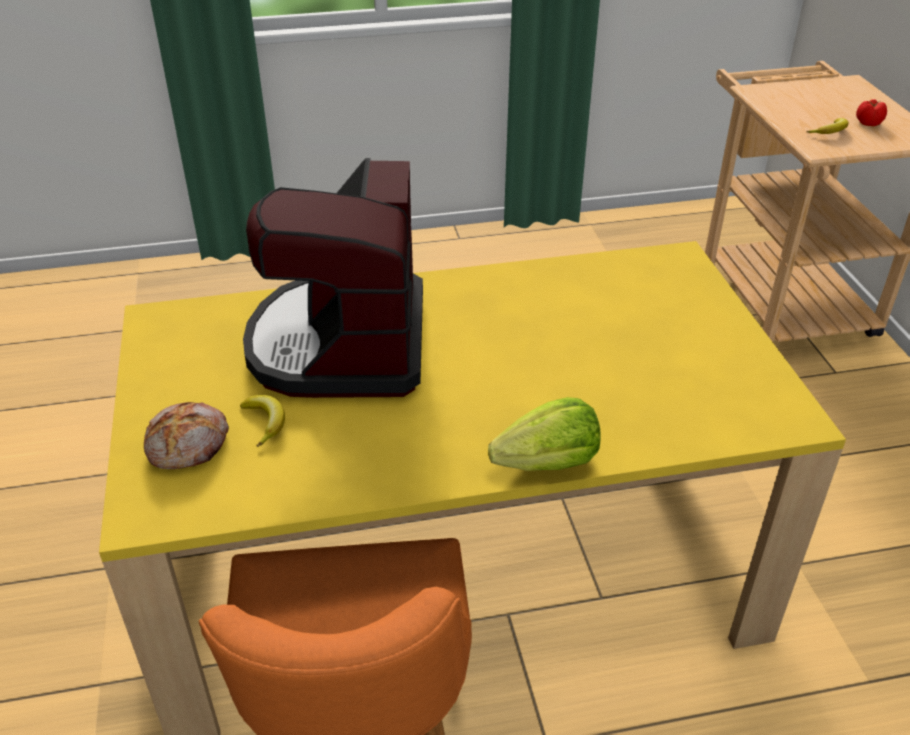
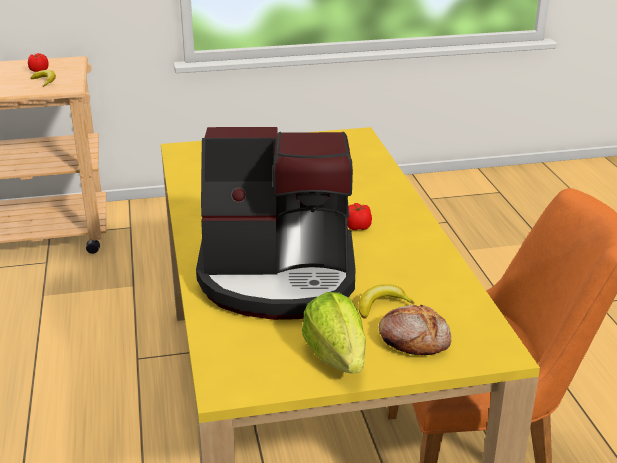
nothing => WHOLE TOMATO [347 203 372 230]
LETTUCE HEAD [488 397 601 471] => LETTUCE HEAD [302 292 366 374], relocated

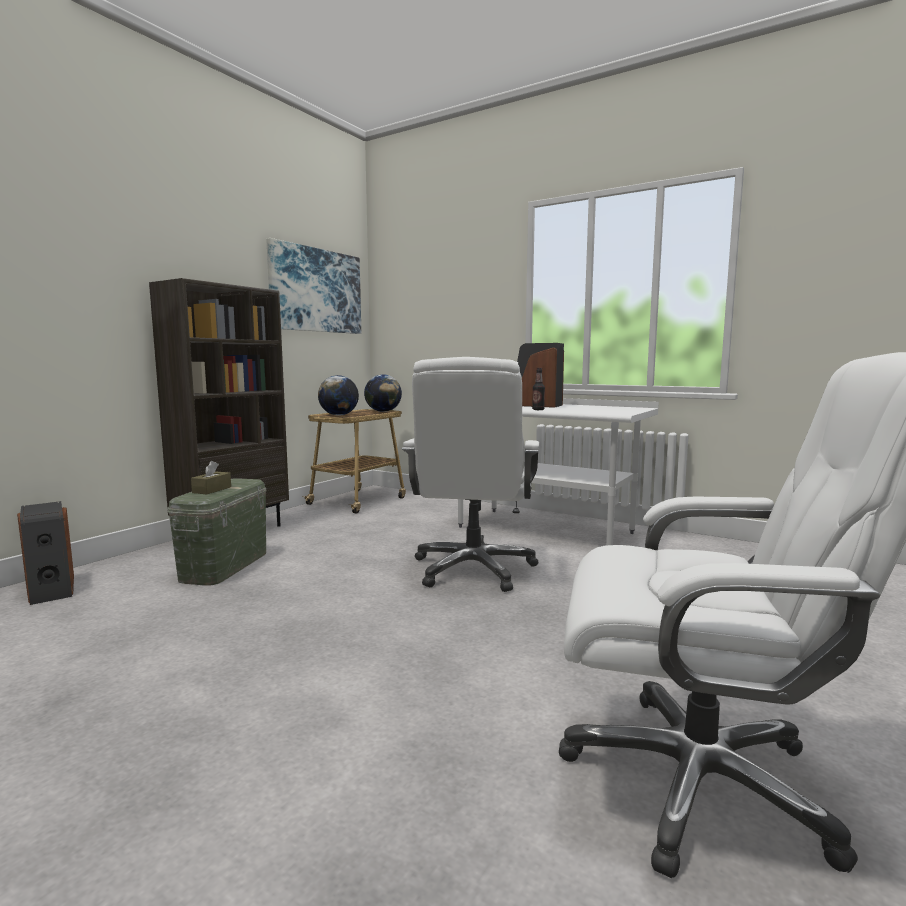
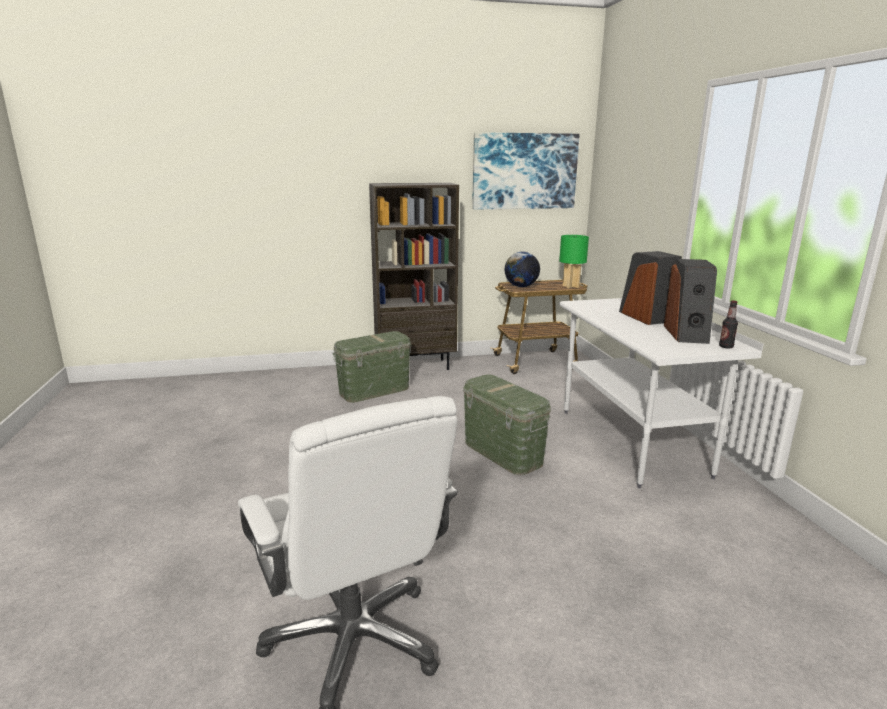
BROWNISH TISSUE BOX [191 461 231 494] => nothing
AUDIO SPEAKER [17 501 74 605] => AUDIO SPEAKER [664 259 717 344], relocated
BOTTLE [532 368 545 410] => BOTTLE [719 300 738 348], relocated
WORLD GLOBE [364 374 402 412] => GREENISH TABLETOP LAMP [559 235 589 288]
WHITE COMPUTER CHAIR [402 357 539 592] => GREENISH STORAGE CONTAINER [463 374 551 475]

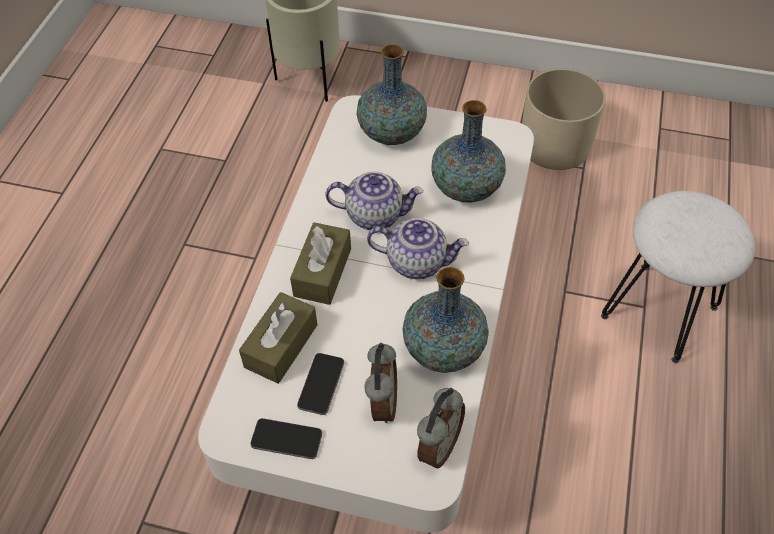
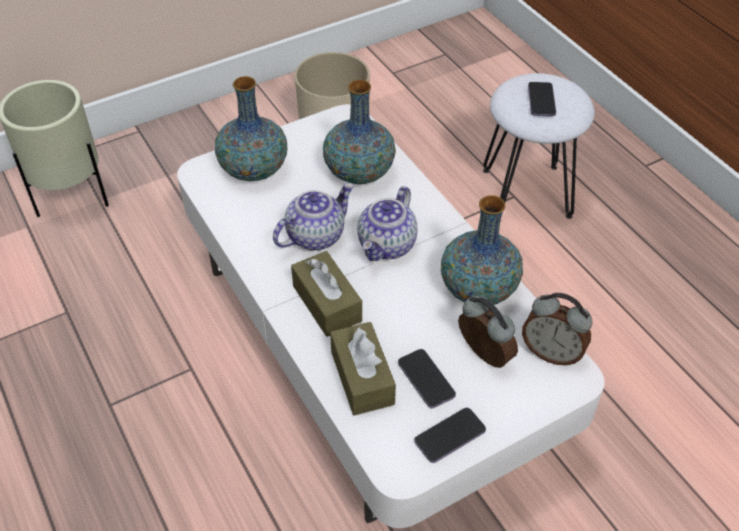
nothing => HANDSET [528 82 556 116]
TEAPOT [367 218 469 279] => TEAPOT [357 186 418 261], 150 degrees clockwise
TABLE CLOCK [417 388 465 468] => TABLE CLOCK [522 293 592 365], 135 degrees clockwise

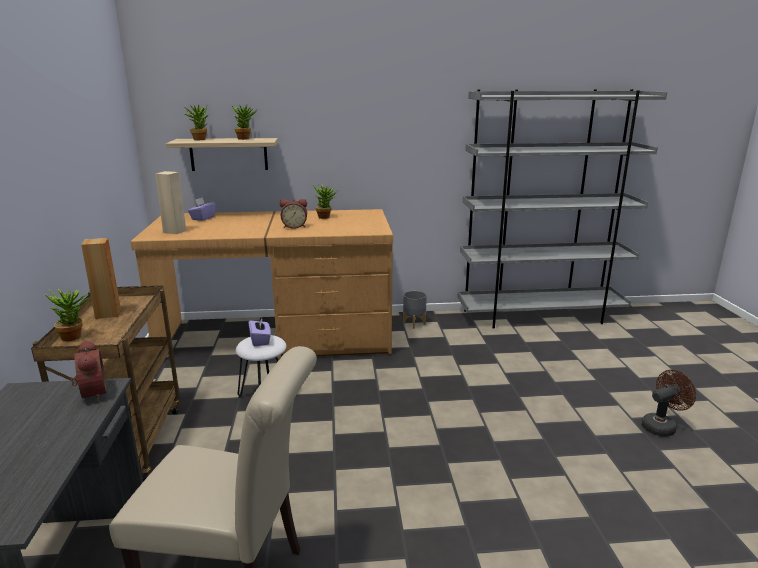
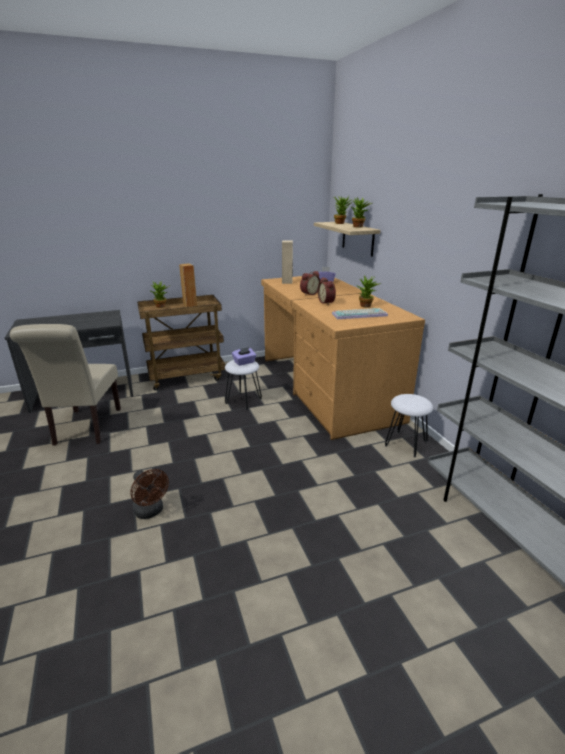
nothing => COMPUTER KEYBOARD [332 308 388 319]
TABLE CLOCK [71 340 107 401] => TABLE CLOCK [300 271 320 296], relocated
BROWNISH COOLING FAN [641 370 696 437] => BROWNISH COOLING FAN [130 469 169 519], relocated
GREYISH PLANT POT [403 291 427 329] => WHITE SITTING STOOL [385 394 433 457]

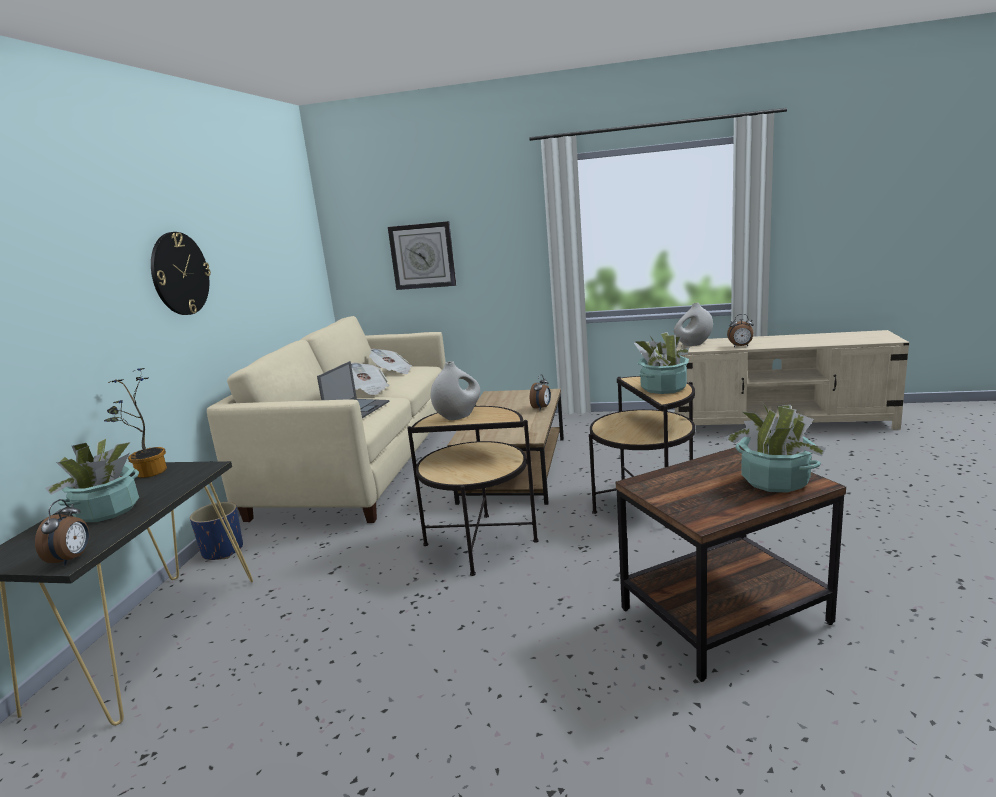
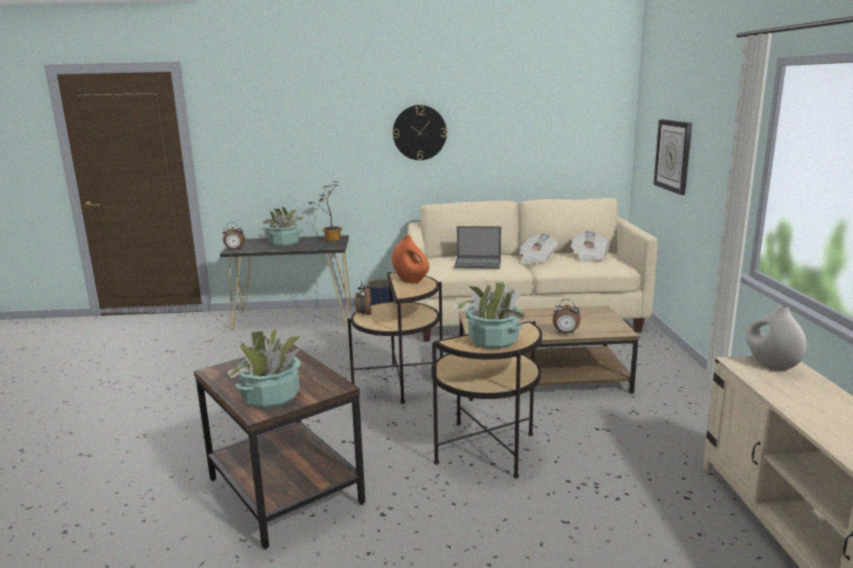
TABLE CLOCK [727 314 754 347] => TABLE CLOCK [356 280 371 316], relocated
WHITE VASE [431 362 480 420] => ORANGE VASE [392 235 429 283]

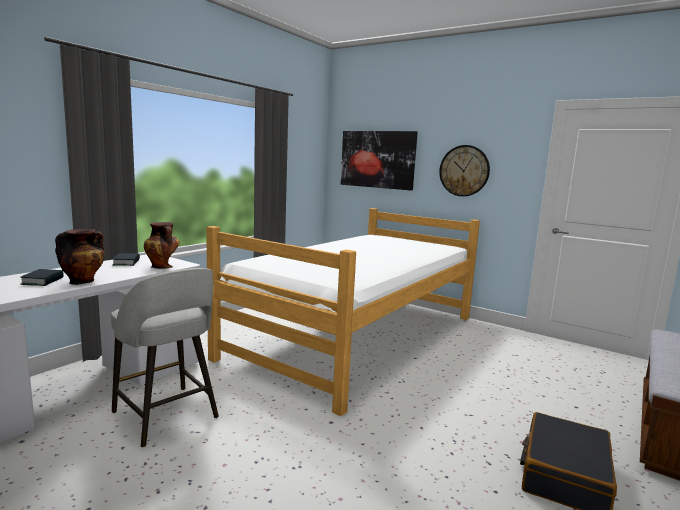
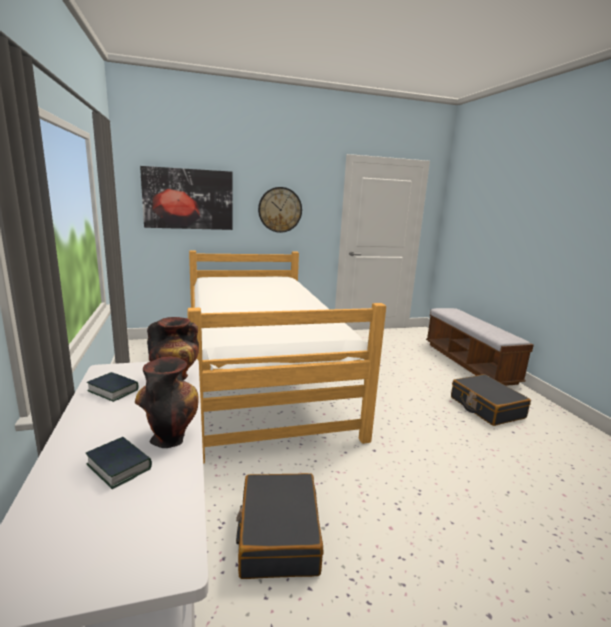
GREYISH SITTING STOOL [111 268 219 448] => BLACK-COLOURED TRAVEL CASE [236 473 323 579]

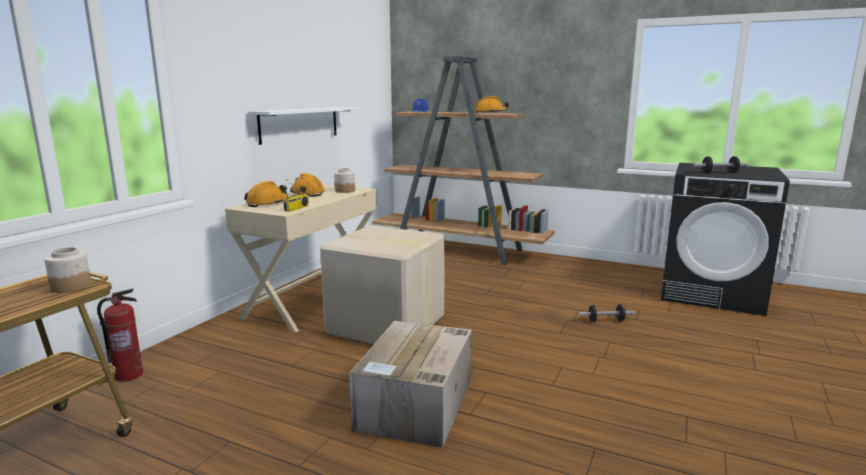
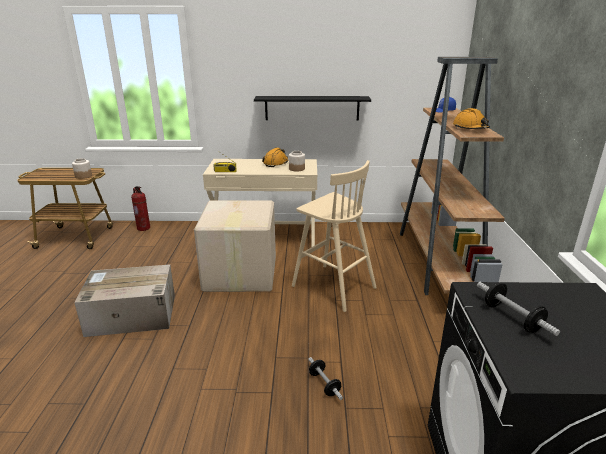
ORANGE SAFETY HELMET [245 181 289 207] => nothing
nothing => BEIGE-COLOURED SITTING STOOL [292 160 377 312]
WHITE WALL SHELF [248 107 360 145] => BLACK-COLOURED WALL SHELF [254 96 371 120]

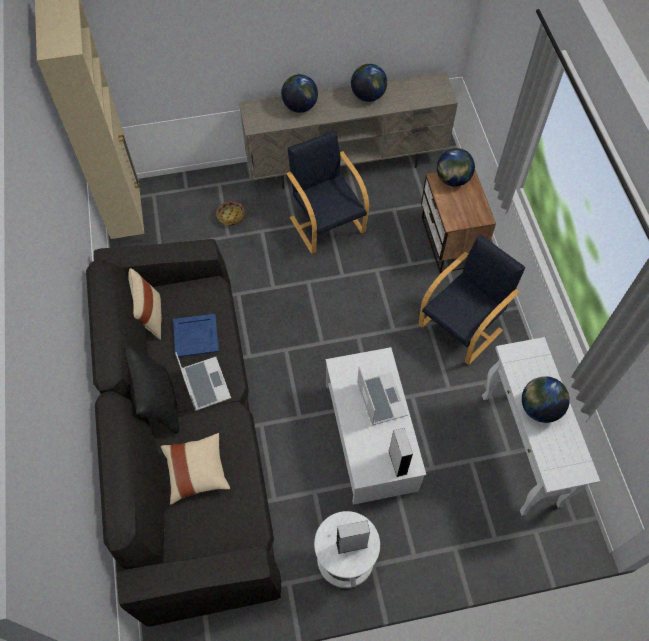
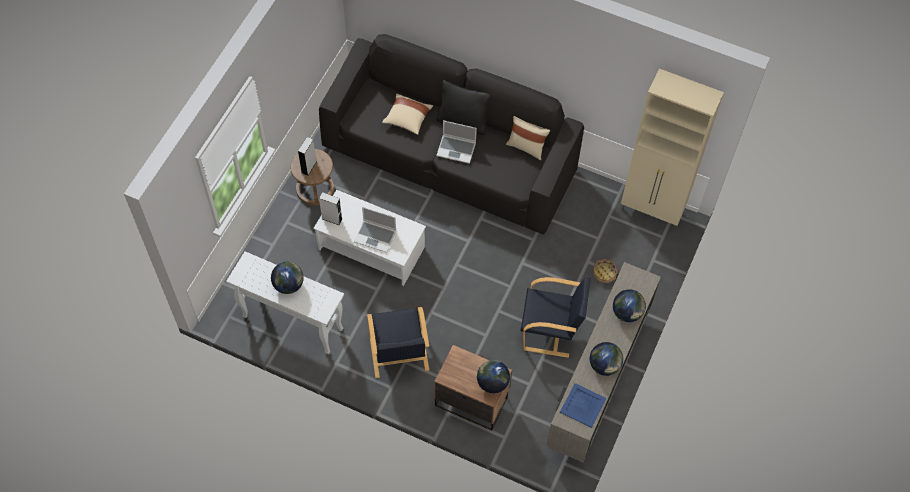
BLUISH CARRYING TRAY [173 314 219 357] => BLUISH CARRYING TRAY [560 383 607 428], relocated
WHITE SITTING STOOL [314 511 380 588] => BROWNISH SITTING STOOL [290 149 334 205]

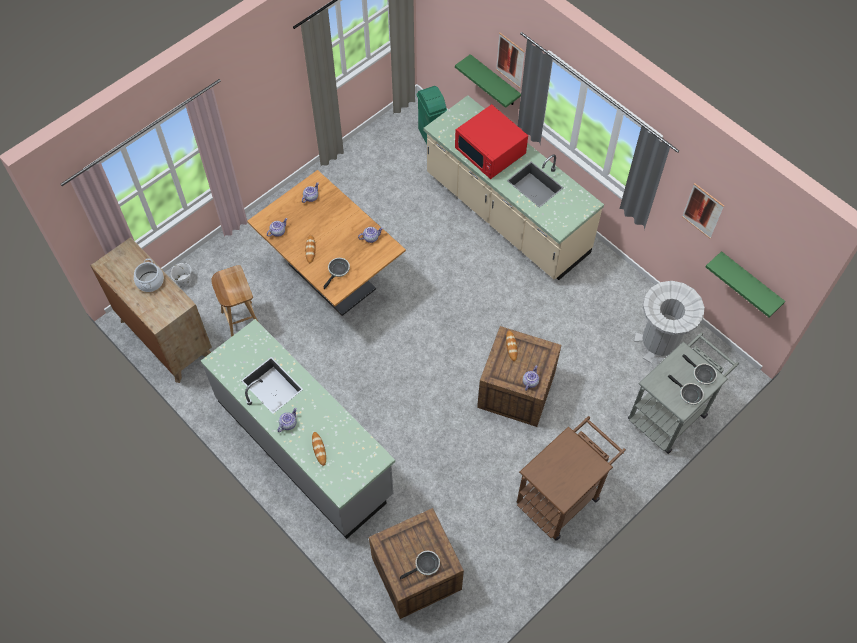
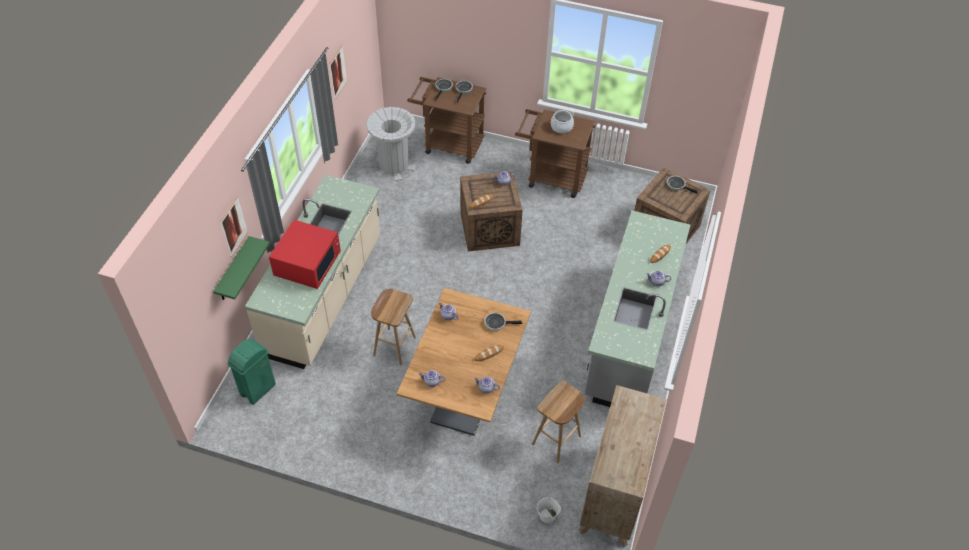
GREENISH WALL SHELF [706 251 785 318] => nothing
nothing => BROWNISH SITTING STOOL [371 289 416 365]
SAUCEPOT [134 258 164 292] => SAUCEPOT [551 110 574 134], relocated
GREYISH CART [628 332 739 454] => BROWNISH CART [407 77 486 164]

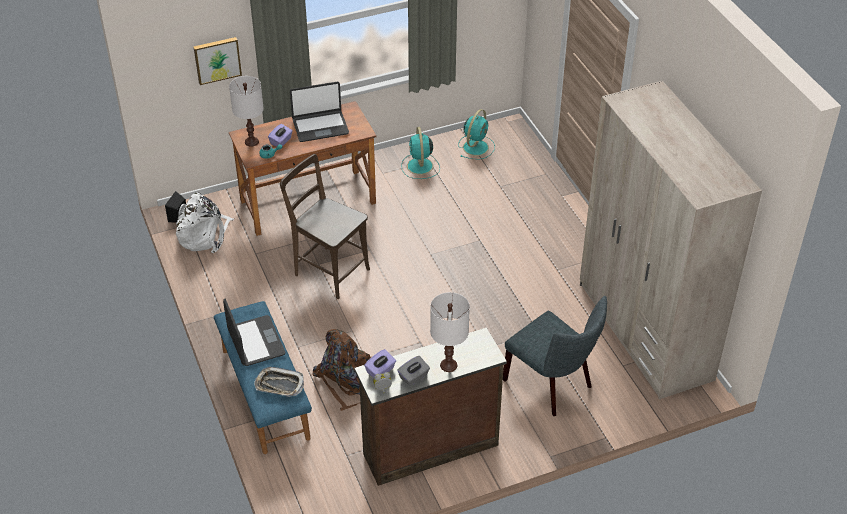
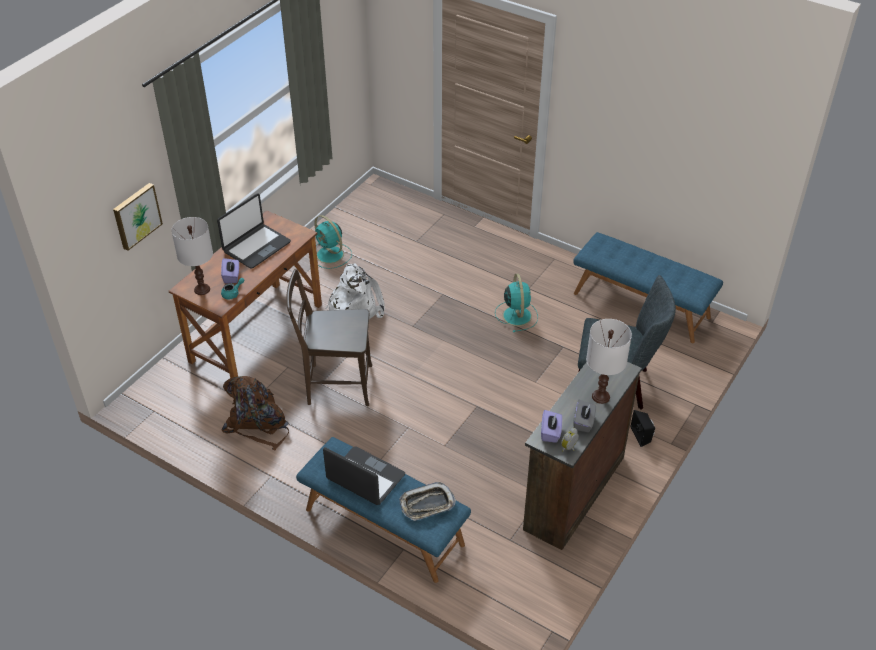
BLACK-COLOURED AUDIO SPEAKER [165 191 186 223] => BLACK-COLOURED AUDIO SPEAKER [631 410 655 447], relocated
WHITE RUCKSACK [176 192 234 253] => WHITE RUCKSACK [325 263 385 319], relocated
BROWNISH RUCKSACK [312 329 371 411] => BROWNISH RUCKSACK [221 376 289 450], relocated
TURQUOISE-COLOURED COOLING FAN [458 109 495 160] => TURQUOISE-COLOURED COOLING FAN [495 274 538 332], relocated
BEIGE-COLOURED CLOTHES CUPBOARD [580 81 762 399] => BLUISH LONG SEAT [573 232 723 343]

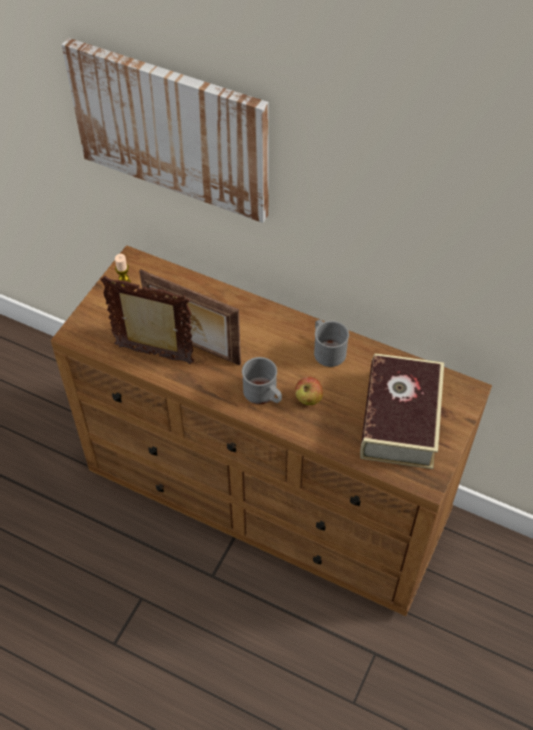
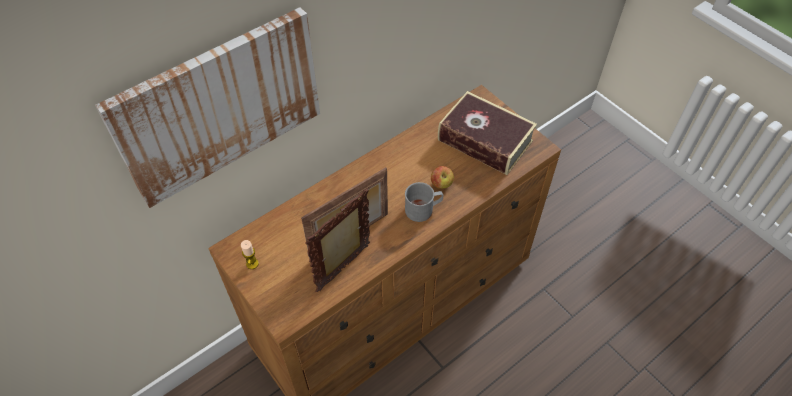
GREYISH TEA MUG [314 320 349 367] => nothing

